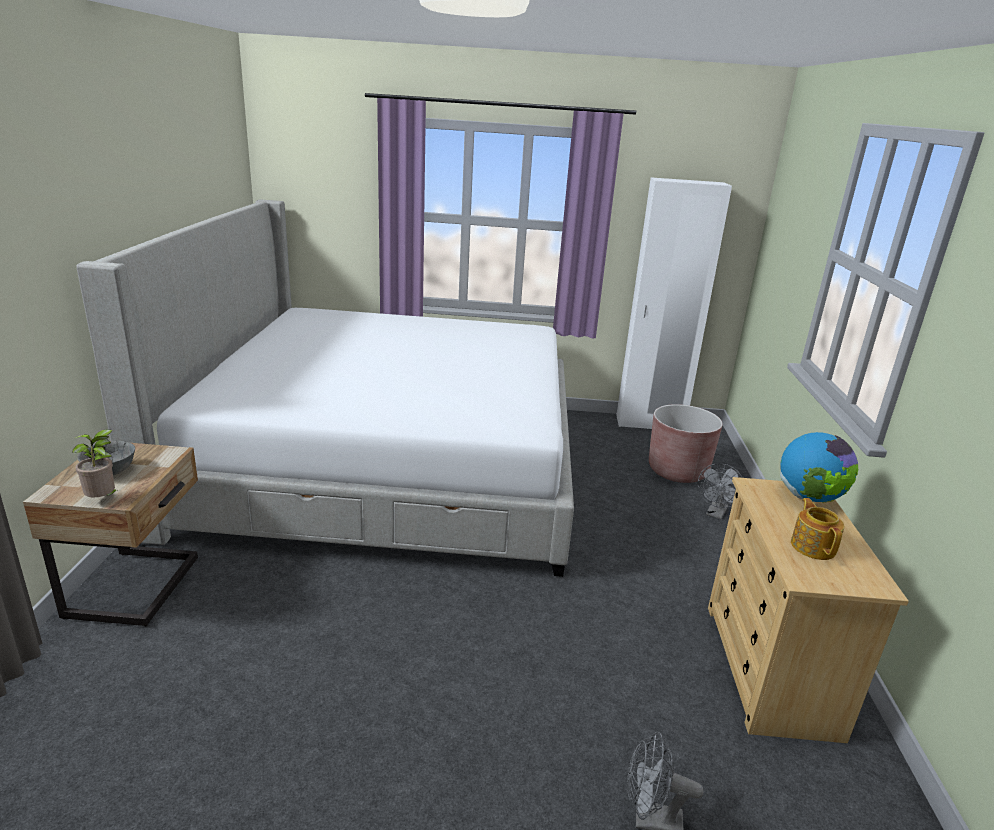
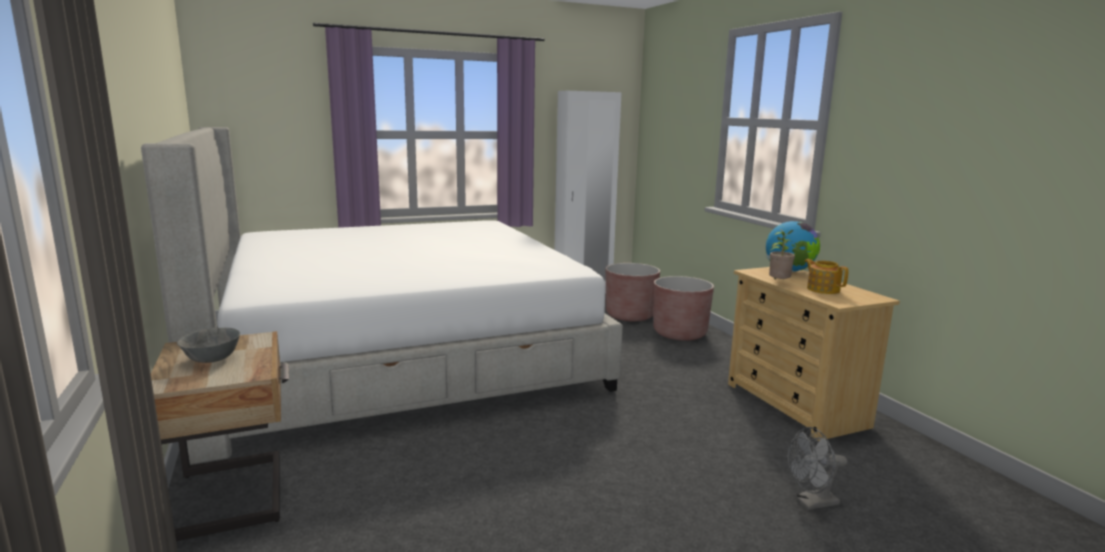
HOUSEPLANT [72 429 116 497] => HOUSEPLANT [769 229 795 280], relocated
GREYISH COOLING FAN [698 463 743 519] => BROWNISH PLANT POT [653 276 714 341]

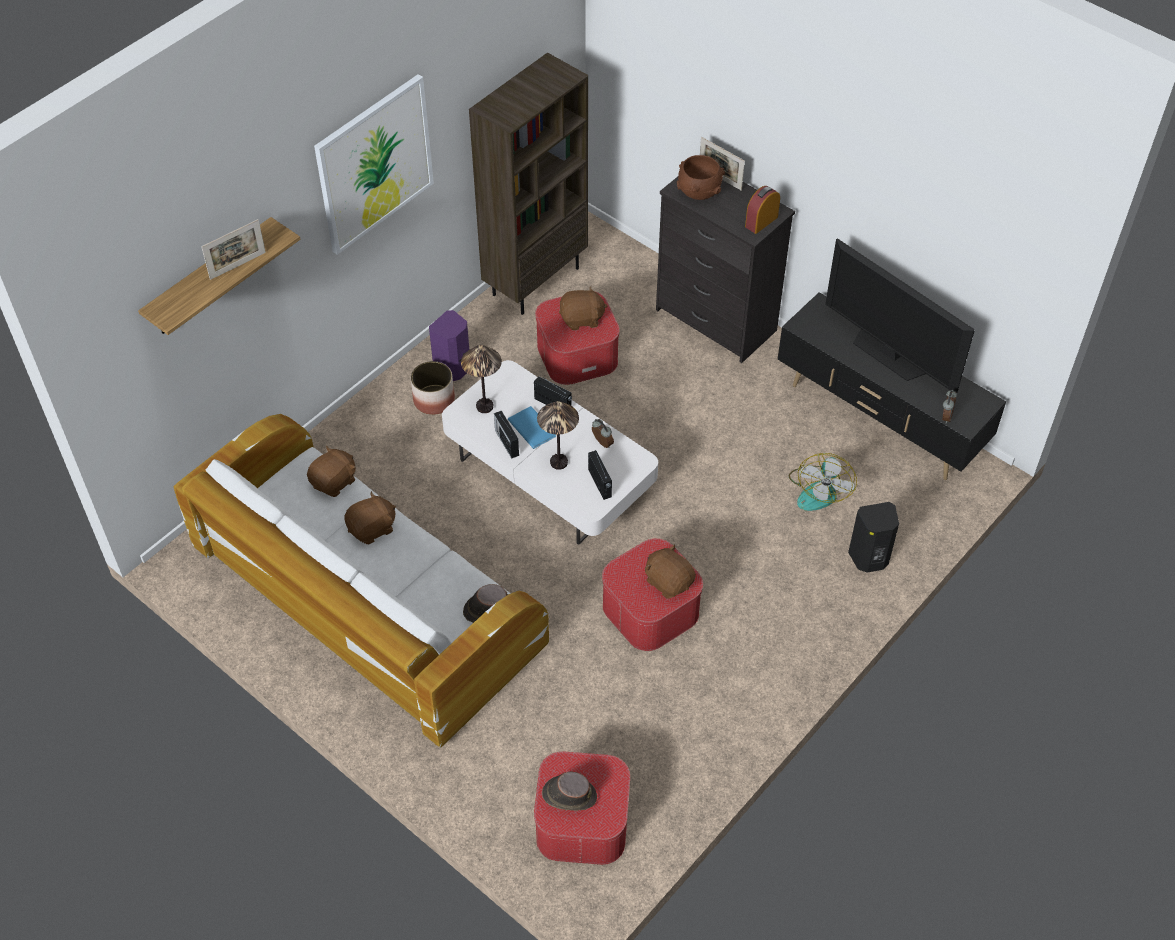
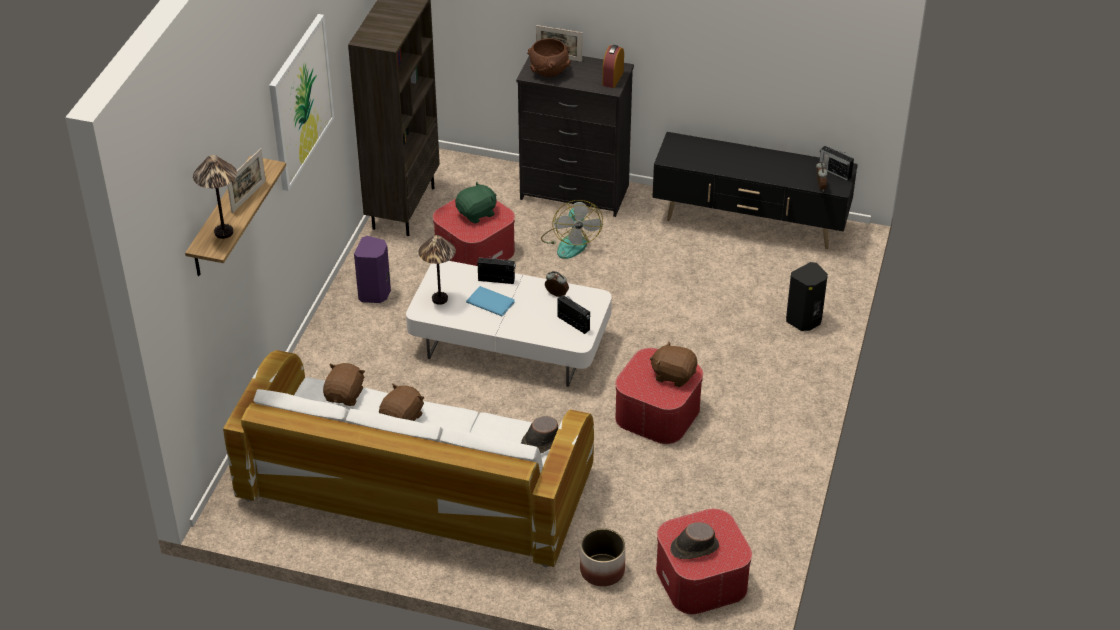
TV [825 238 975 393] => nothing
PLANT POT [411 361 455 415] => PLANT POT [580 528 625 586], relocated
RADIO SET [494 411 519 459] => RADIO SET [819 146 854 181], relocated
TABLETOP LAMP [537 401 579 470] => TABLETOP LAMP [193 155 237 239], relocated
COOLING FAN [789 453 857 511] => COOLING FAN [541 200 603 259], relocated
BROWNISH SOFT TOY [559 286 607 330] => GREENISH SOFT TOY [455 182 497 224]

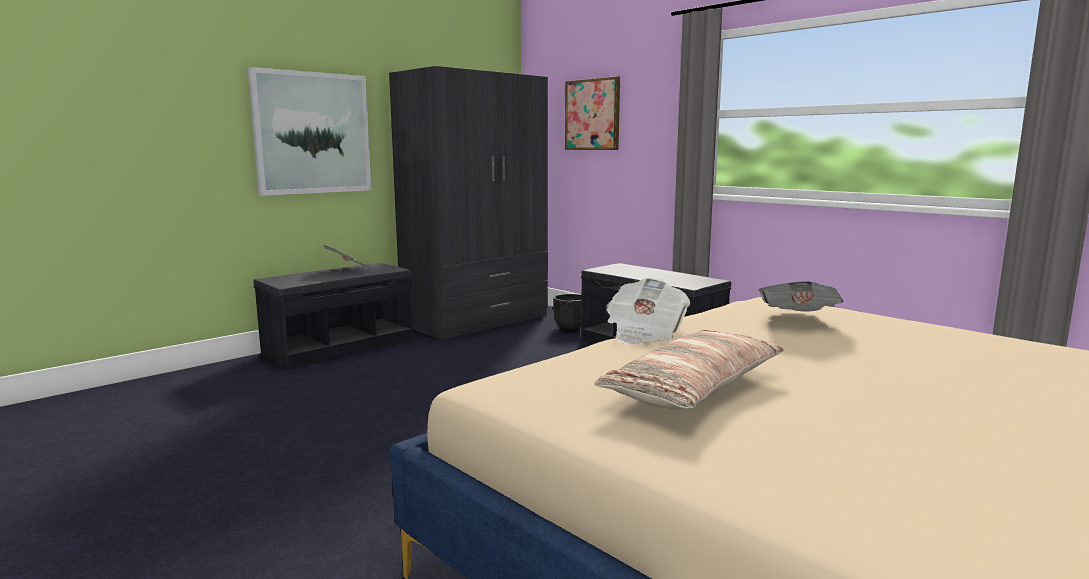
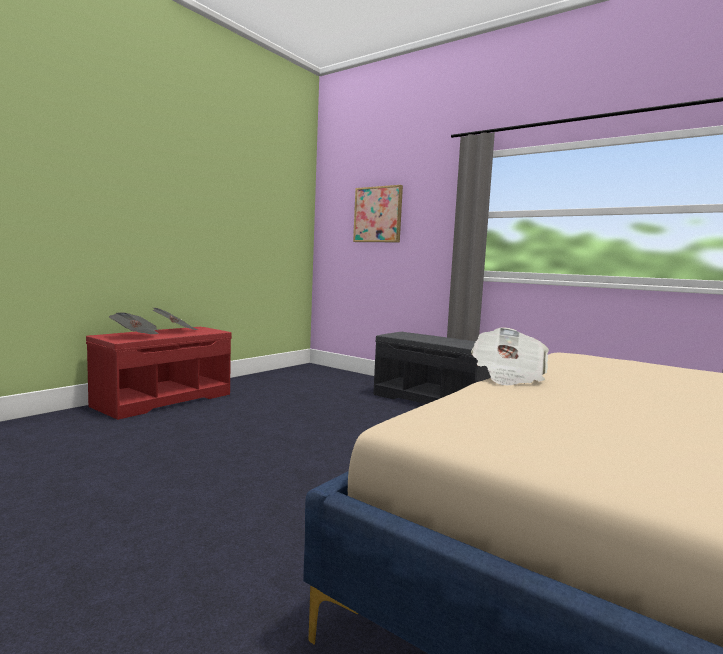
PICTURE [248 67 371 196] => nothing
GREYISH CLOTHES CUPBOARD [389 66 548 340] => nothing
BLACK-COLOURED PLANT POT [553 294 582 332] => nothing
CUSHION [595 330 784 409] => nothing
PRINTED PAPER [759 282 844 311] => PRINTED PAPER [109 312 159 334], relocated
GREYISH LONG SEAT [253 263 414 370] => REDDISH LONG SEAT [86 327 232 420]

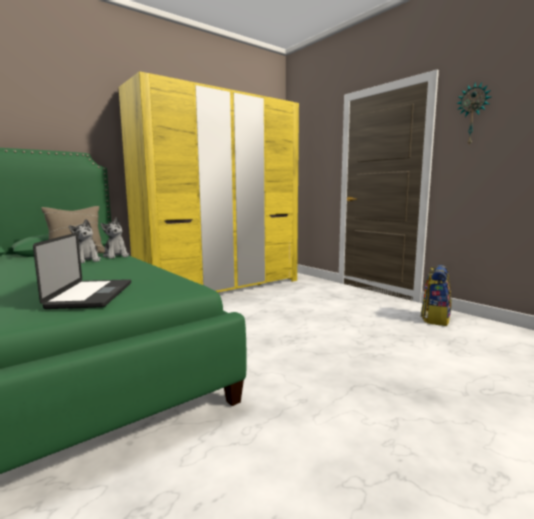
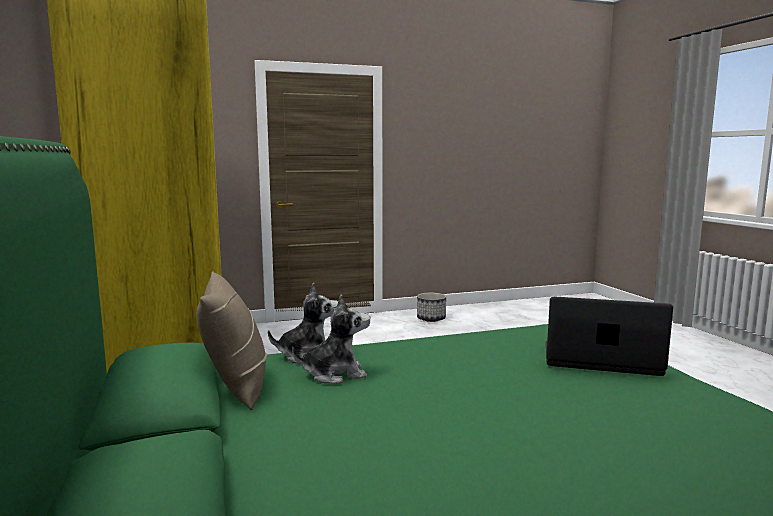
WALL CLOCK [456 82 491 146] => nothing
RUCKSACK [421 265 451 326] => PLANT POT [417 293 446 322]

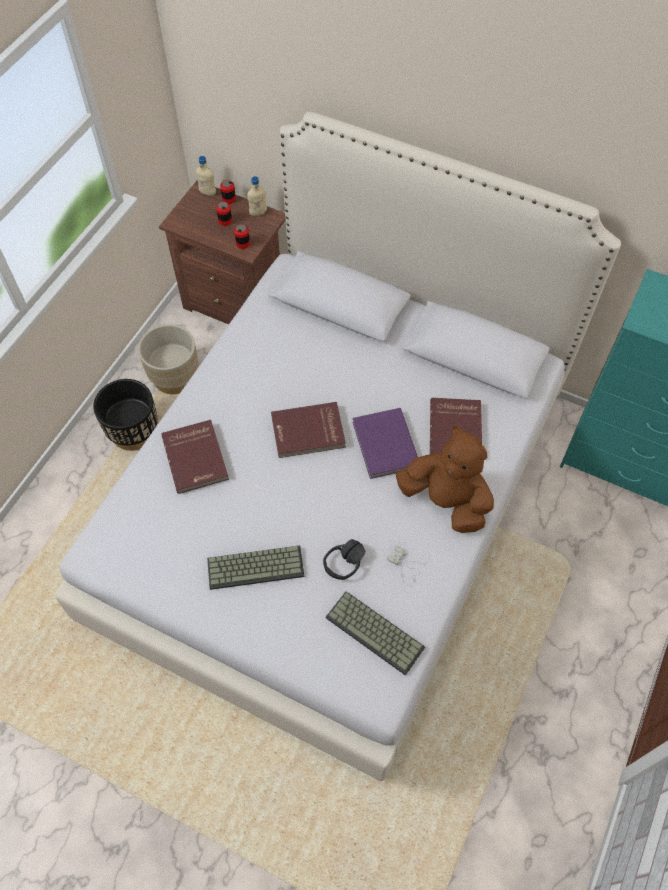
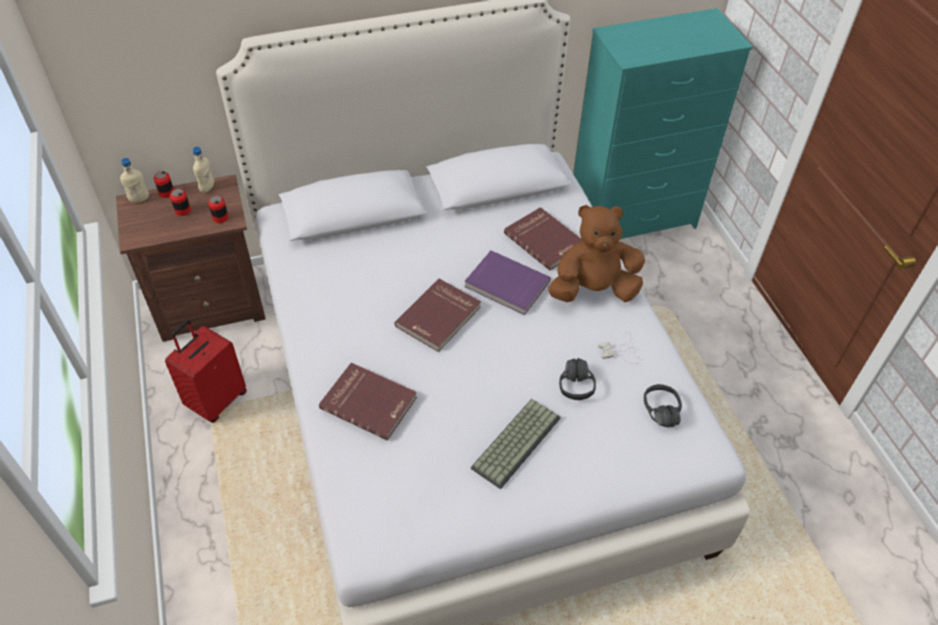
BLACK-COLOURED PLANT POT [93 379 158 451] => nothing
BEIGE-COLOURED PLANT POT [138 324 198 394] => REDDISH TRAVEL CASE [165 320 247 423]
COMPUTER KEYBOARD [326 591 425 676] => BLACK-COLOURED PAIR OF HEADPHONES [644 384 682 427]

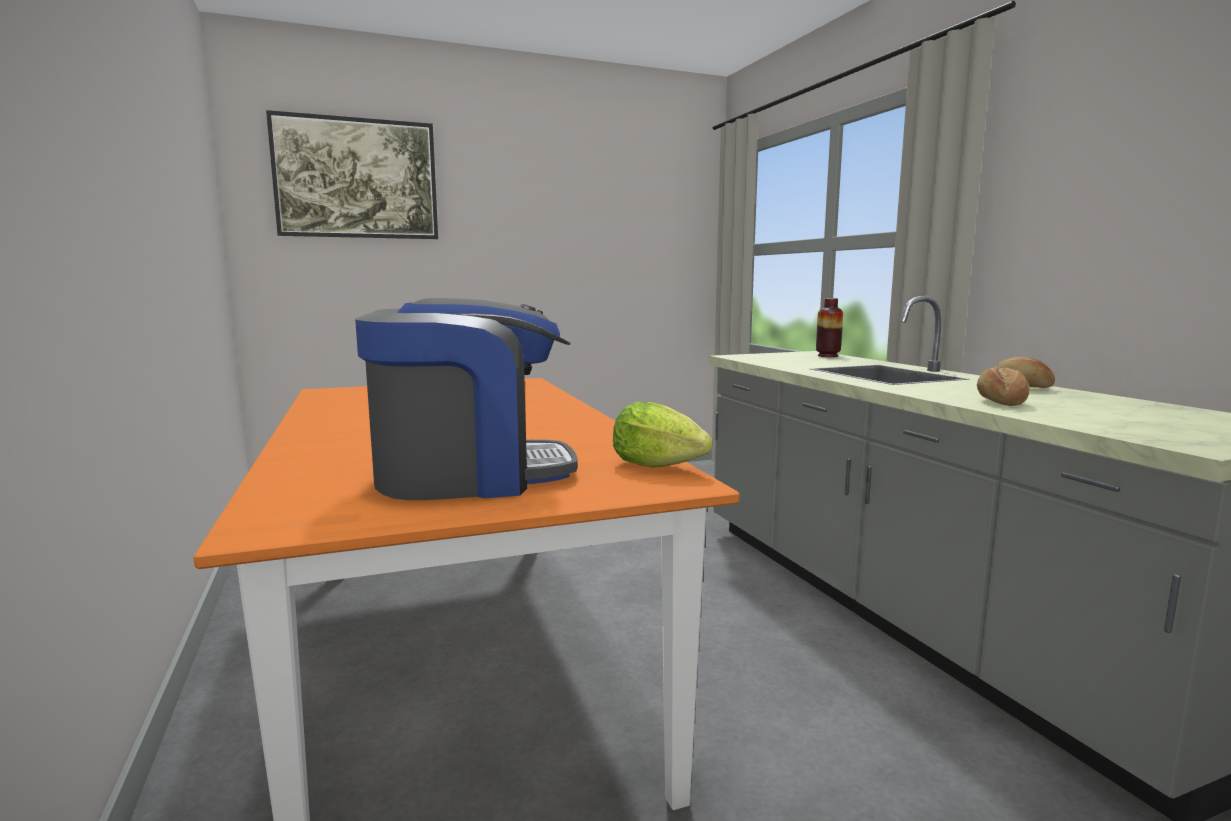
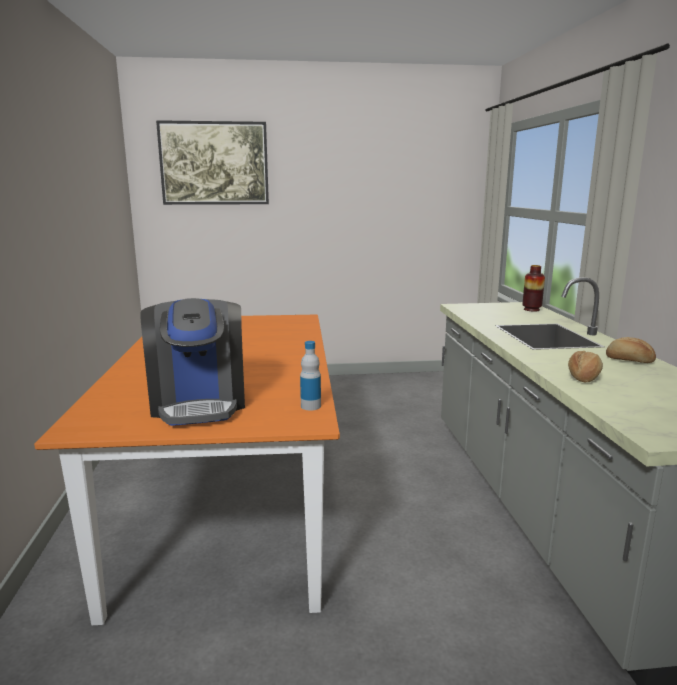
LETTUCE HEAD [613 402 712 468] => BOTTLE [300 341 321 410]
COFFEE MAKER [355 298 578 500] => COFFEE MAKER [140 298 245 426], 75 degrees clockwise

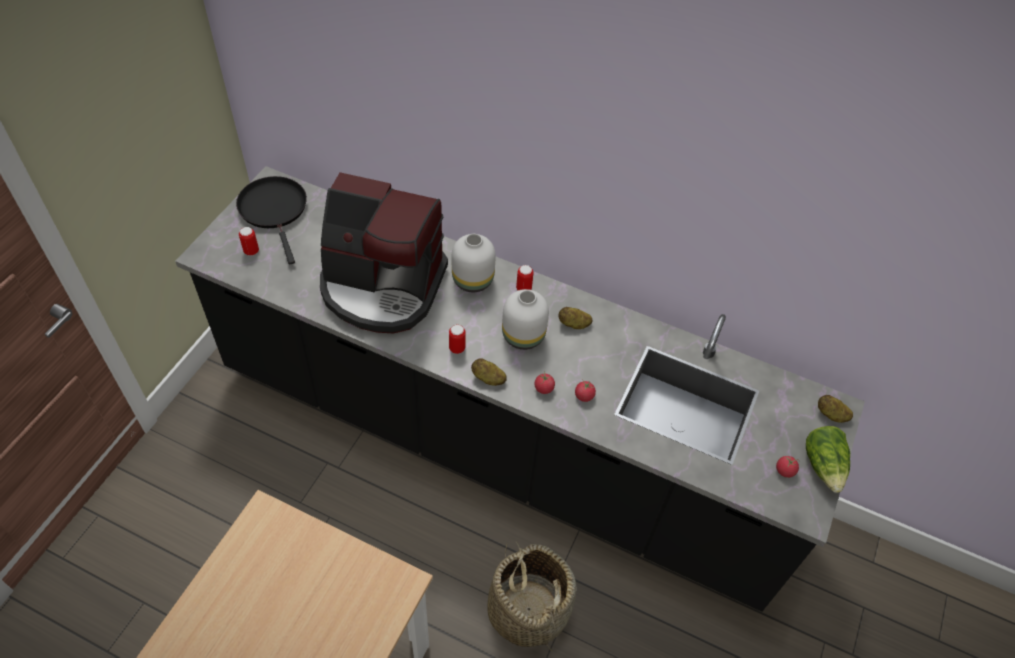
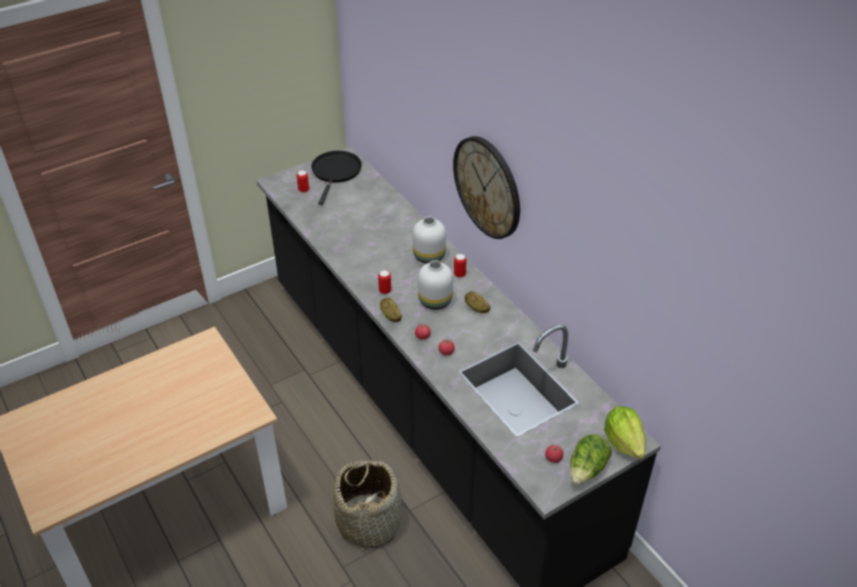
COFFEE MAKER [320 172 448 334] => nothing
nothing => WALL CLOCK [453 136 520 239]
POTATO [818 395 853 423] => LETTUCE HEAD [604 406 646 459]

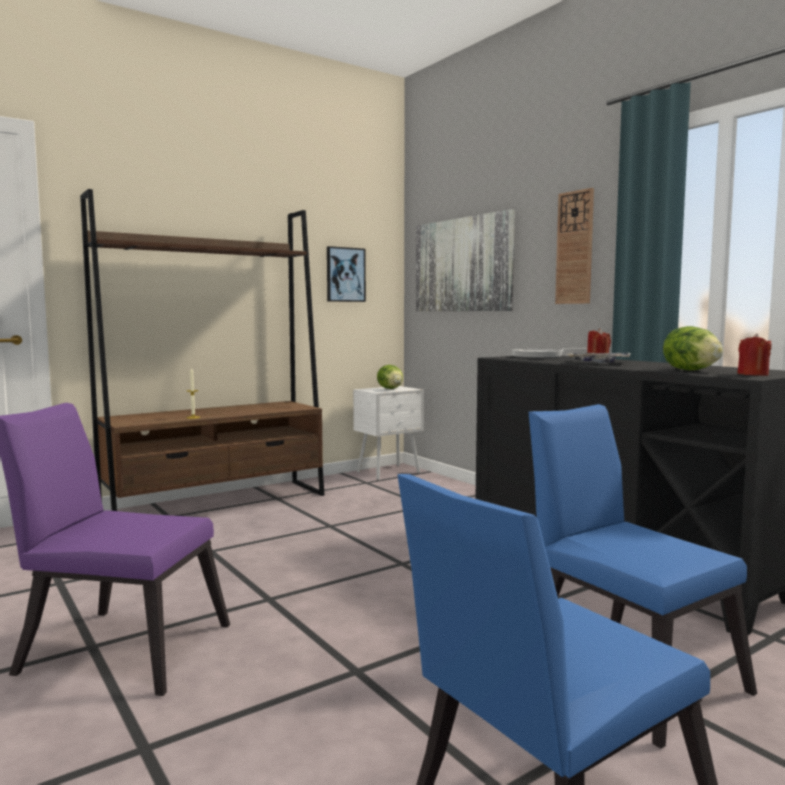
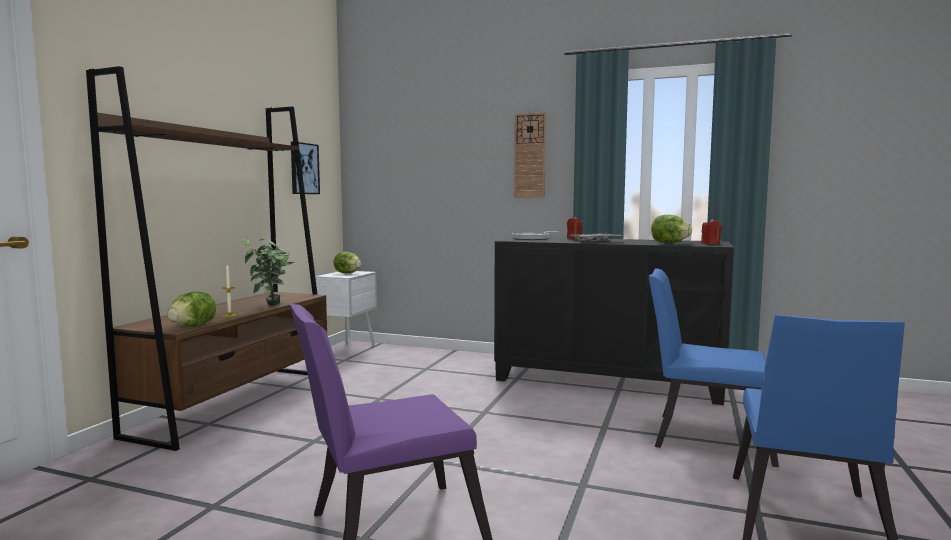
PICTURE [416 209 515 311] => nothing
nothing => LETTUCE HEAD [168 291 216 327]
nothing => HOUSEPLANT [241 238 295 305]

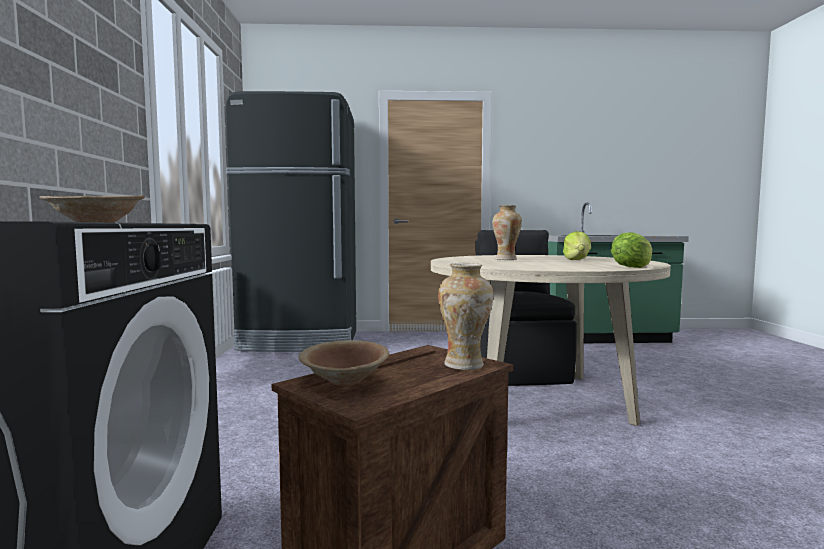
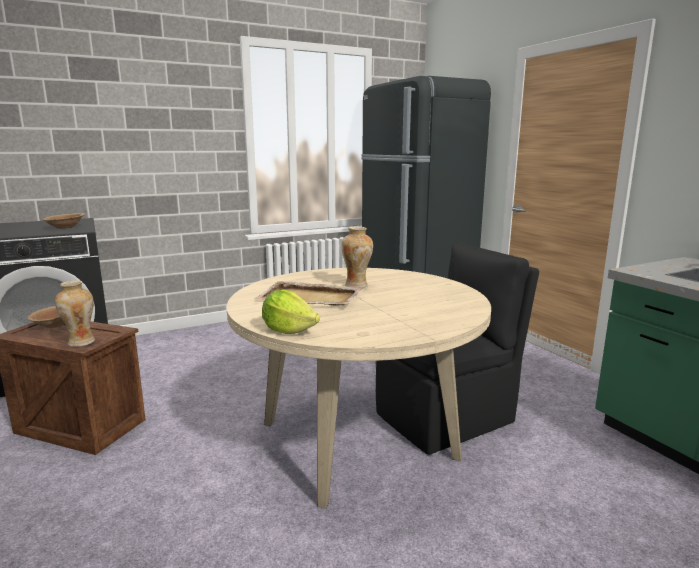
LETTUCE HEAD [563 231 591 260] => nothing
nothing => BEIGE-COLOURED CARRYING TRAY [254 281 362 306]

